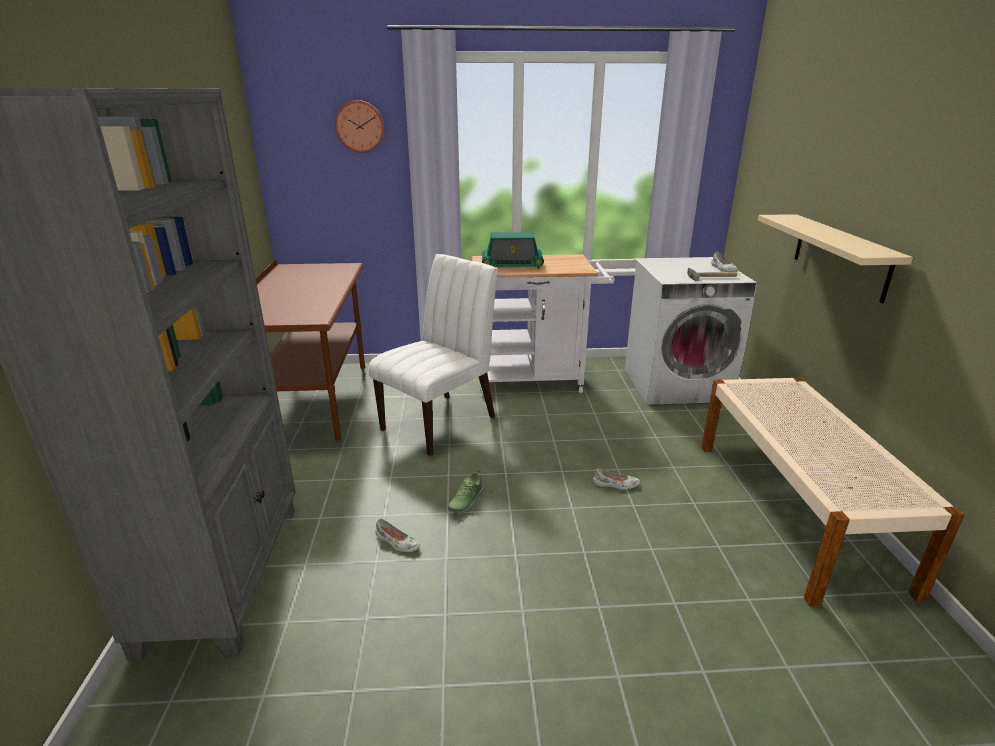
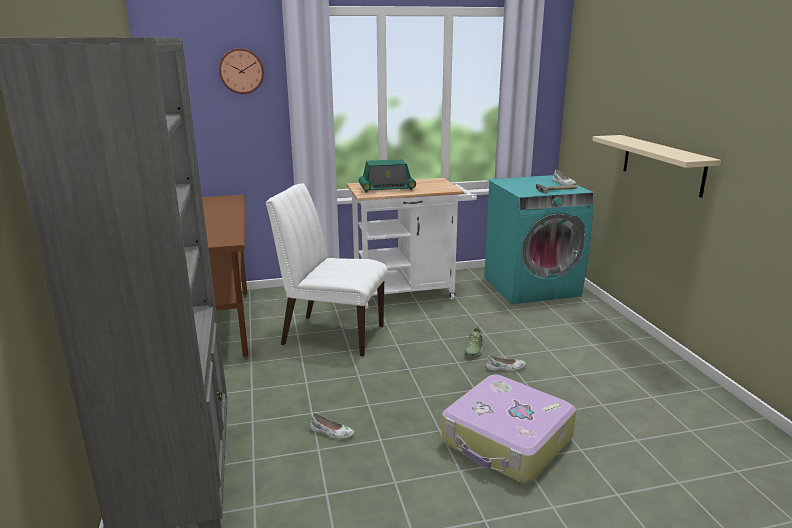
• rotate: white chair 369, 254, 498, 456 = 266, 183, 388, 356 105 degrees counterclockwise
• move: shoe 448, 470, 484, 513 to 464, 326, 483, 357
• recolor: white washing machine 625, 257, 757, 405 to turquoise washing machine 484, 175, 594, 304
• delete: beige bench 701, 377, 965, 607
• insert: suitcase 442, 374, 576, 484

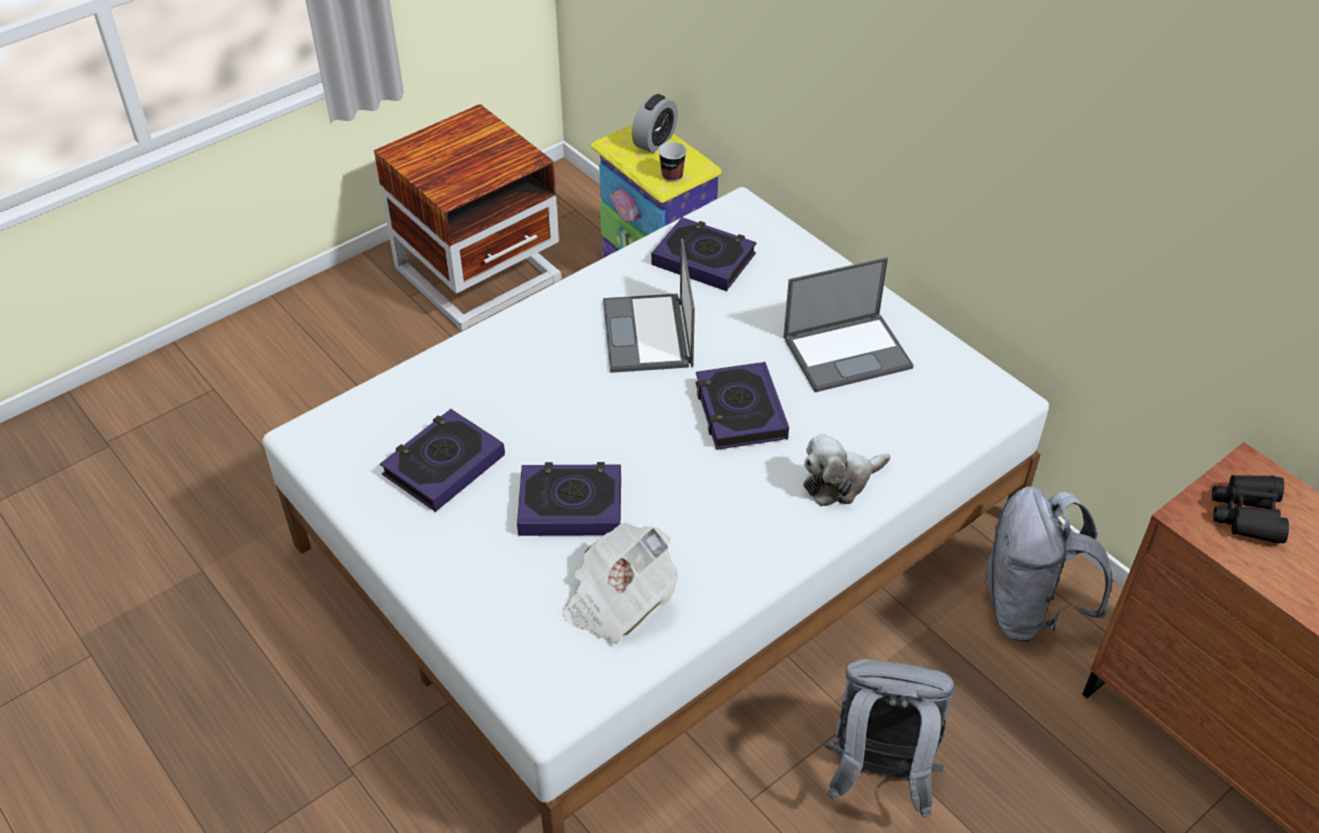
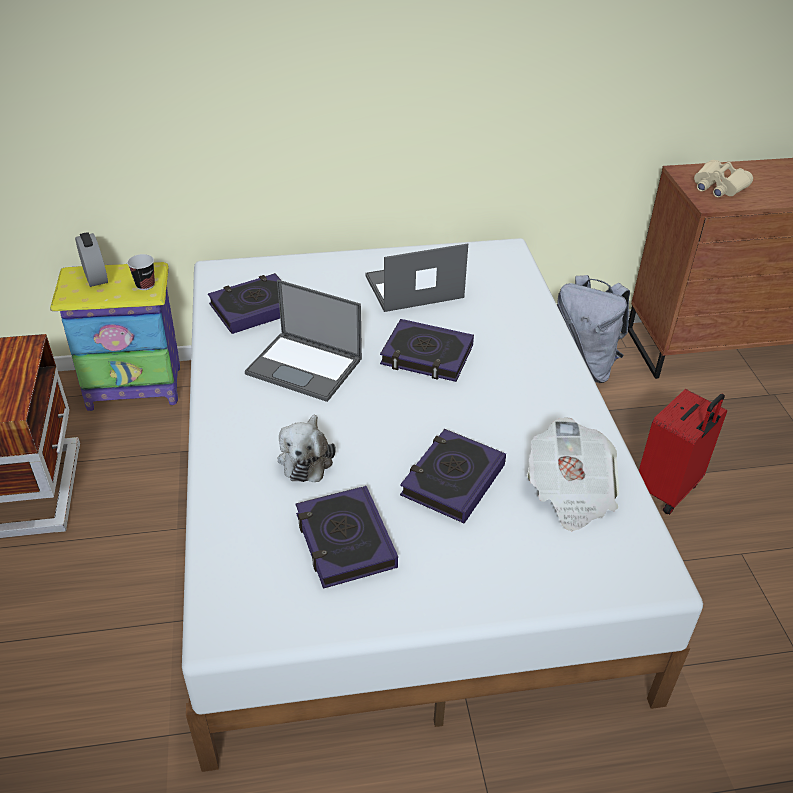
• rotate: laptop 784, 257, 914, 392 = 365, 243, 468, 312 120 degrees counterclockwise
• move: plush toy 803, 434, 890, 506 to 278, 415, 336, 482
• replace: grey backpack 824, 659, 954, 818 to red suitcase 639, 389, 727, 515
• recolor: black binoculars 1212, 475, 1289, 543 to beige binoculars 694, 160, 753, 197

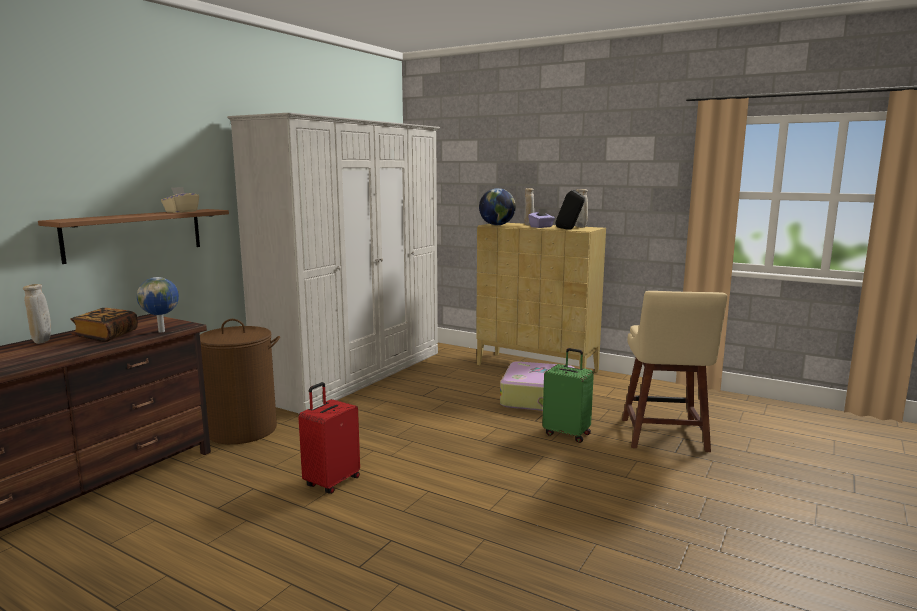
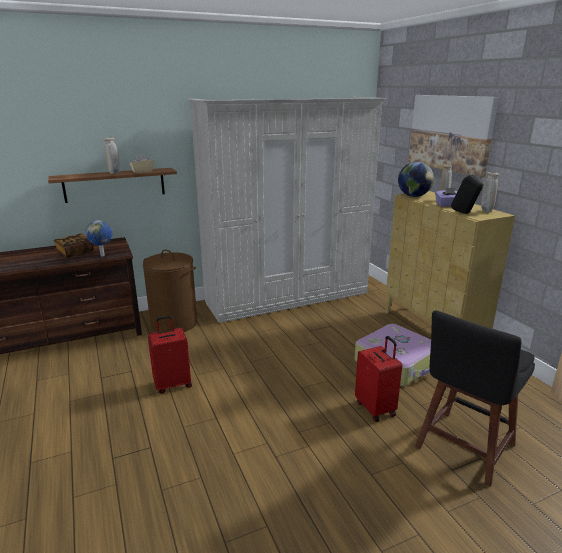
• move: beige vase 23, 284, 51, 344 to 104, 137, 120, 174
• recolor: green suitcase 542, 348, 594, 443 to red suitcase 355, 336, 402, 422
• recolor: beige stool 622, 291, 727, 452 to black stool 415, 310, 535, 486
• insert: picture 408, 95, 499, 178

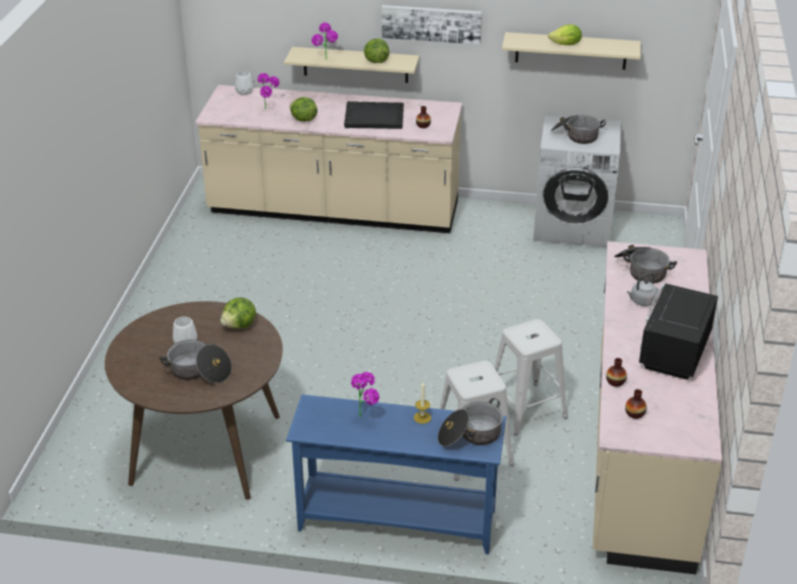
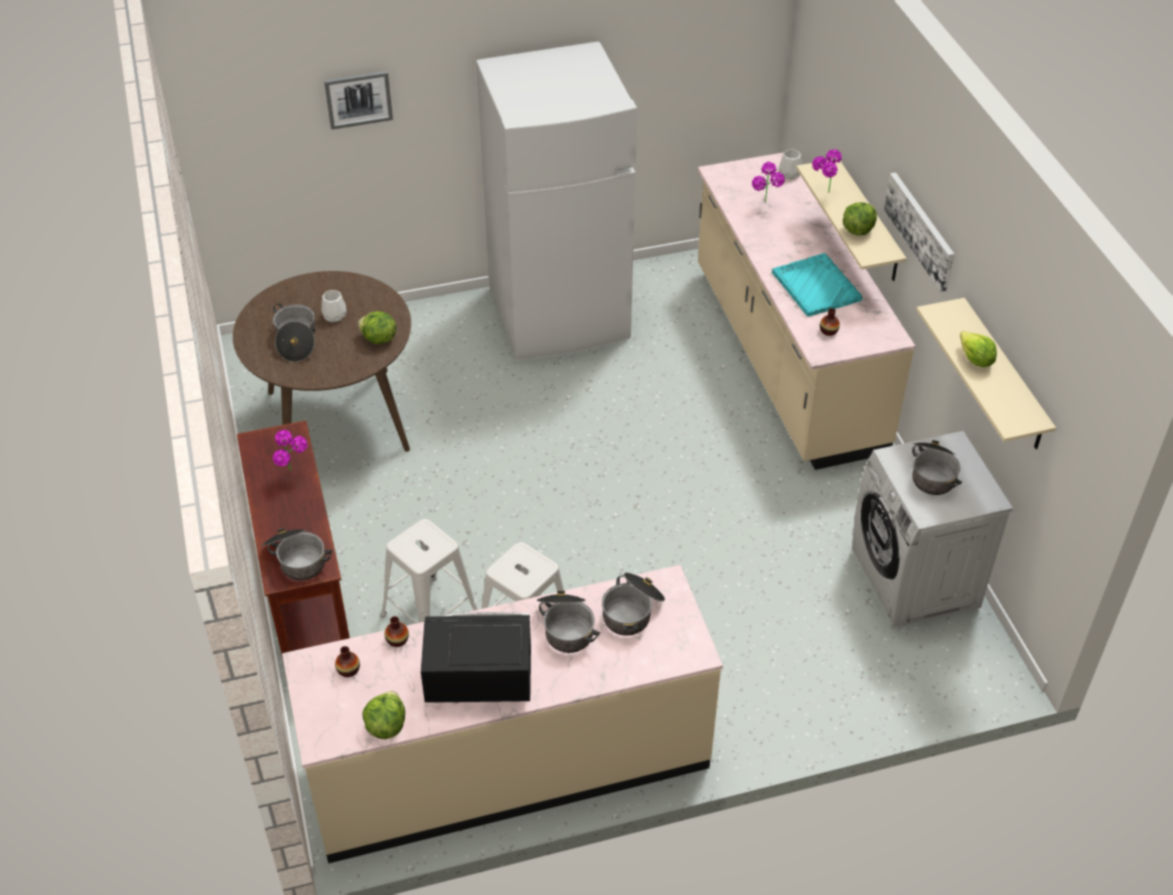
• recolor: blue console table 286, 394, 506, 554 to brown console table 237, 420, 350, 658
• move: lettuce 290, 97, 317, 122 to 362, 691, 405, 739
• recolor: black tray 344, 101, 404, 129 to turquoise tray 772, 253, 863, 317
• delete: candle 414, 382, 431, 424
• replace: grey kettle 627, 273, 658, 306 to cooking pot 537, 590, 600, 653
• insert: picture 324, 71, 393, 130
• insert: white fridge 476, 42, 637, 360

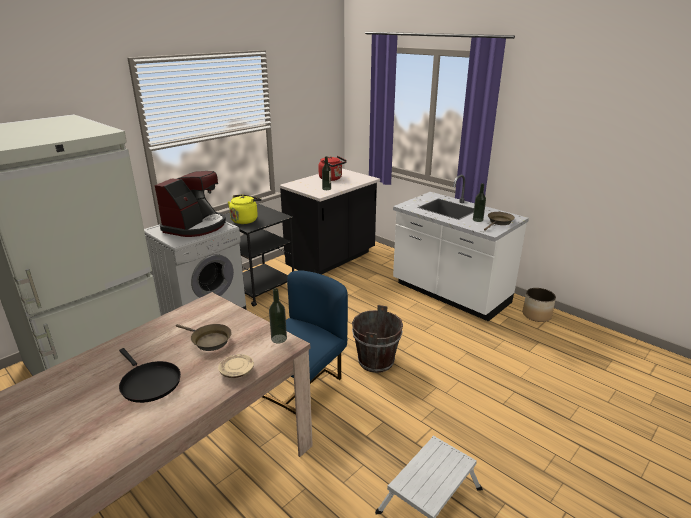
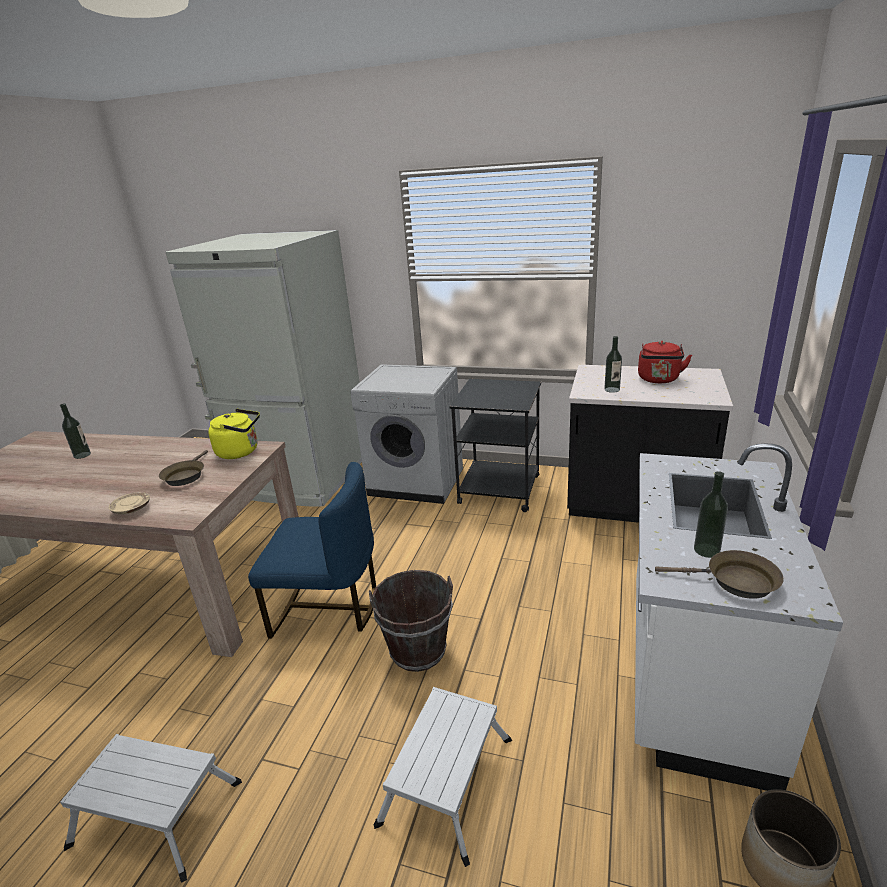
• delete: black frying pan 119, 348, 181, 403
• delete: coffee machine 155, 171, 226, 237
• move: yellow kettle 228, 194, 262, 224 to 208, 409, 260, 459
• move: bottle 269, 288, 287, 343 to 60, 403, 91, 459
• insert: white step ladder 374, 687, 512, 867

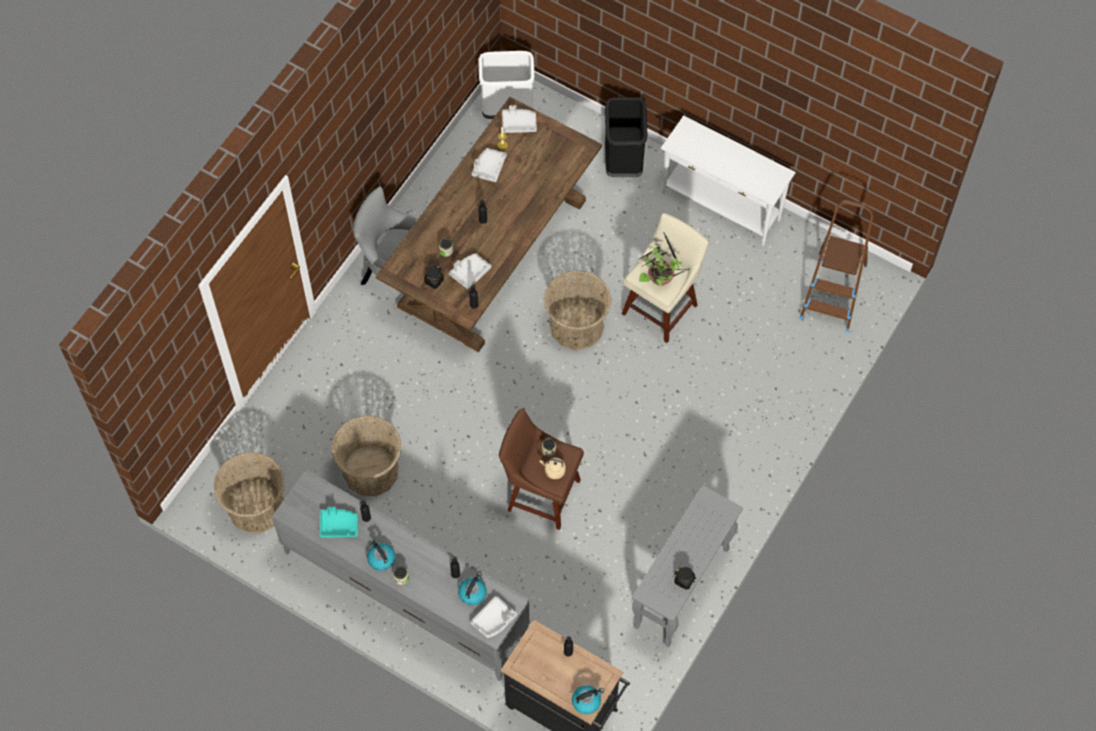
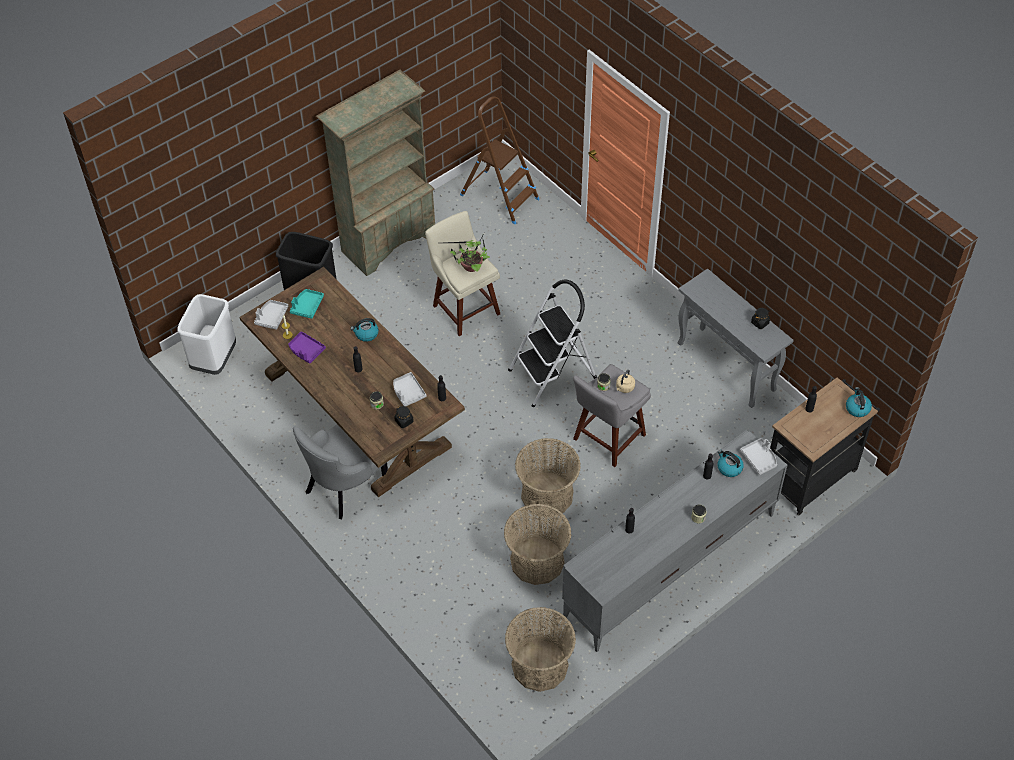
• move: turquoise tray 320, 507, 358, 538 to 290, 289, 324, 319
• move: kettle 367, 539, 395, 571 to 350, 318, 379, 342
• recolor: grey tray 472, 148, 507, 182 to purple tray 288, 331, 326, 364
• recolor: brown stool 499, 408, 584, 530 to grey stool 573, 364, 651, 467
• move: basket 544, 270, 611, 350 to 515, 438, 581, 517
• replace: white console table 661, 115, 796, 245 to green bookcase 316, 70, 435, 276
• insert: step ladder 508, 280, 597, 407

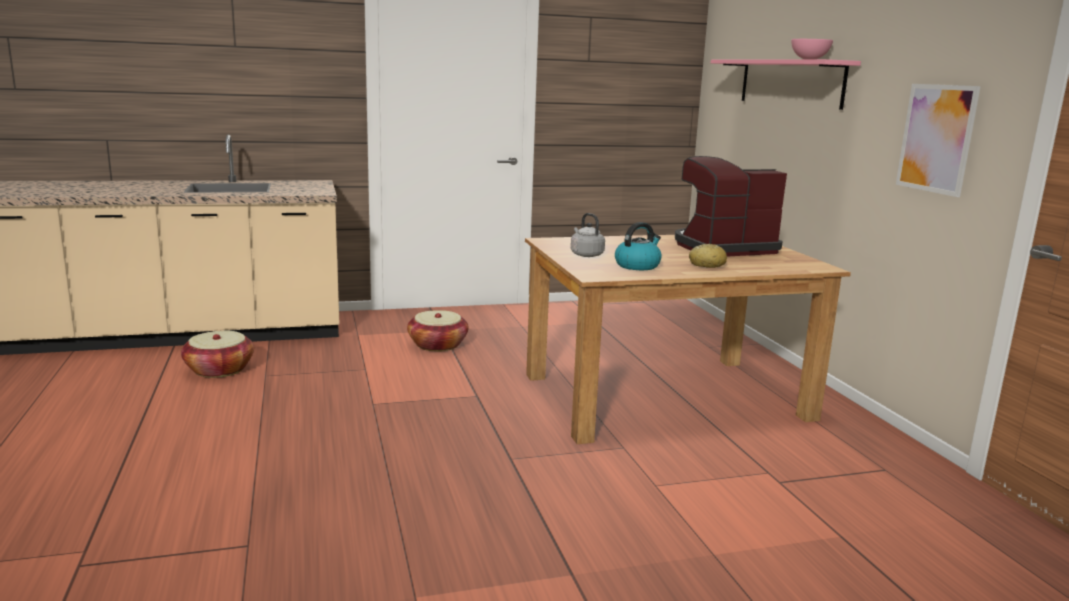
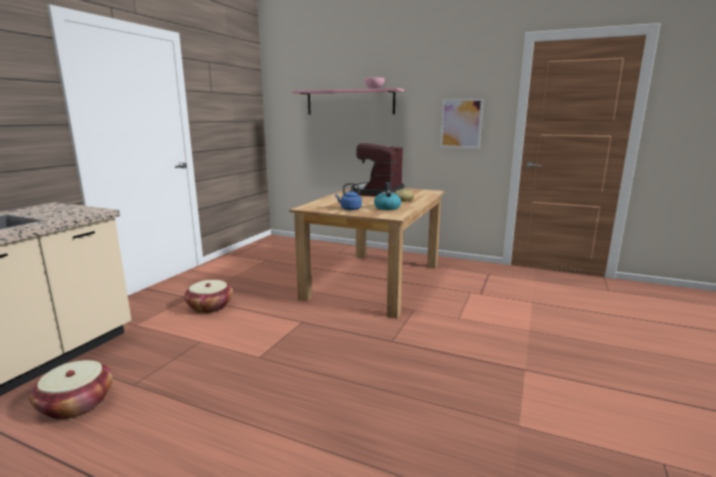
• recolor: grey kettle 571, 213, 605, 257 to blue kettle 335, 183, 362, 210

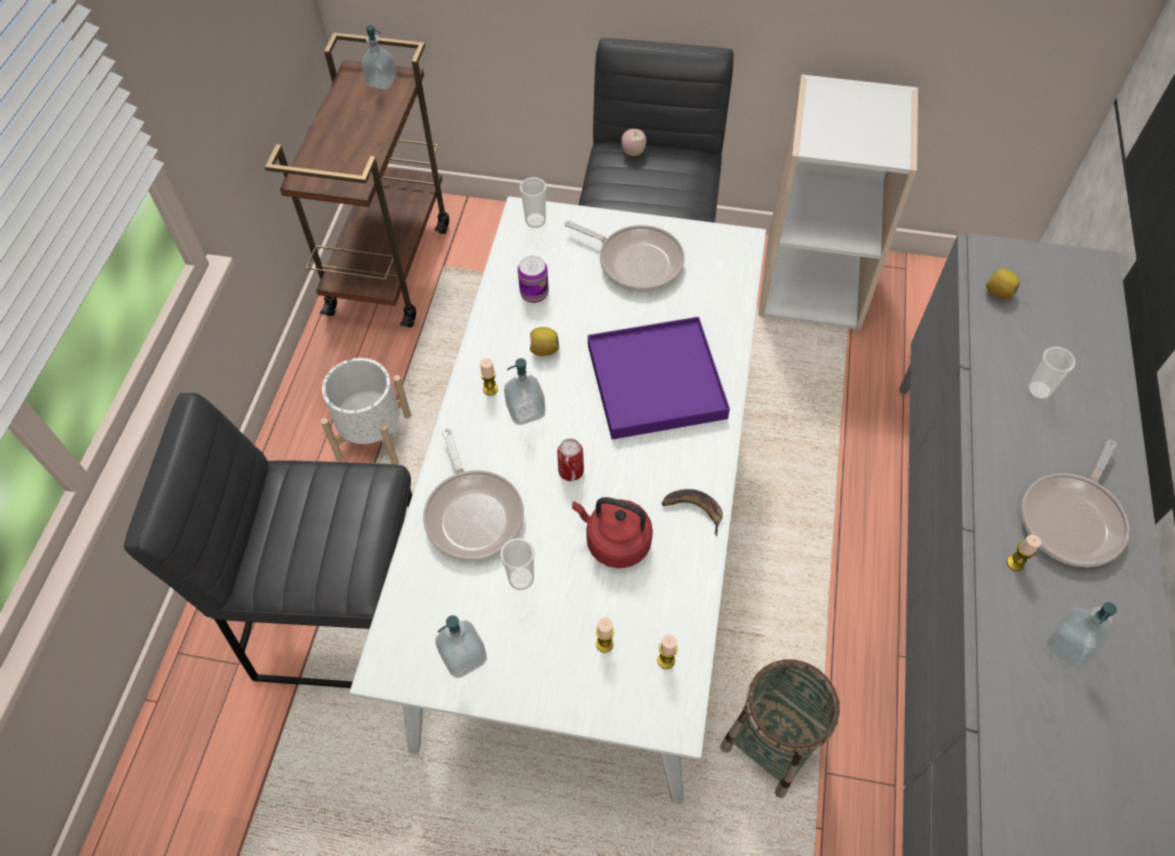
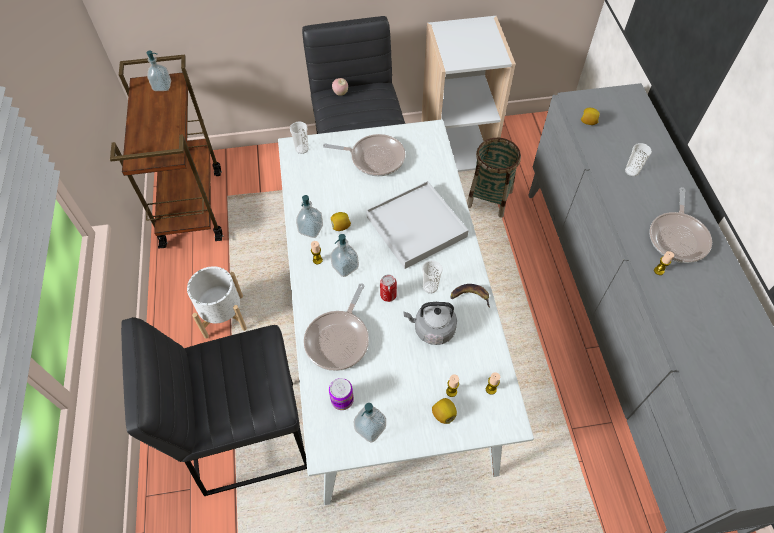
• rotate: frying pan 423, 428, 524, 561 = 304, 283, 369, 371 60 degrees clockwise
• move: cup 500, 538, 535, 590 to 422, 260, 443, 294
• move: can 518, 256, 549, 303 to 329, 378, 354, 410
• recolor: red kettle 572, 497, 653, 568 to grey kettle 403, 302, 457, 345
• recolor: purple tray 588, 317, 730, 439 to white tray 366, 181, 469, 269
• move: basket 720, 659, 840, 798 to 467, 138, 521, 218
• move: soap dispenser 1047, 602, 1117, 667 to 296, 195, 323, 238
• insert: lemon 432, 398, 457, 424

